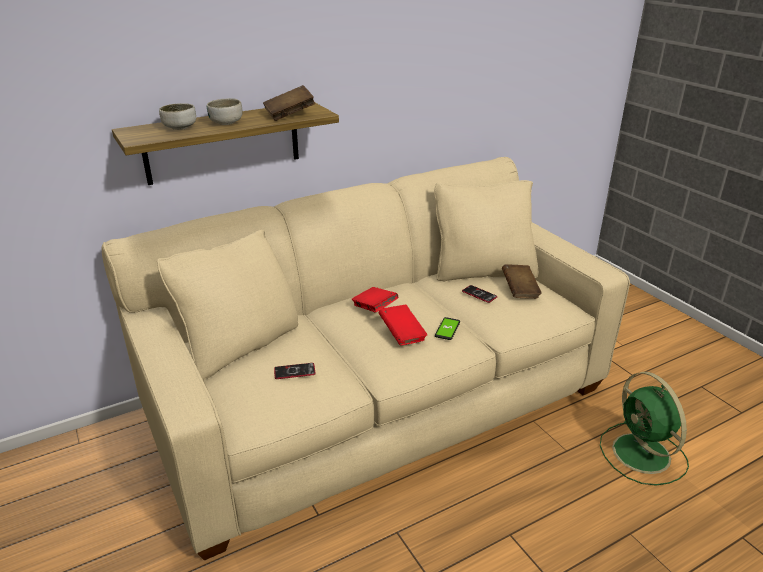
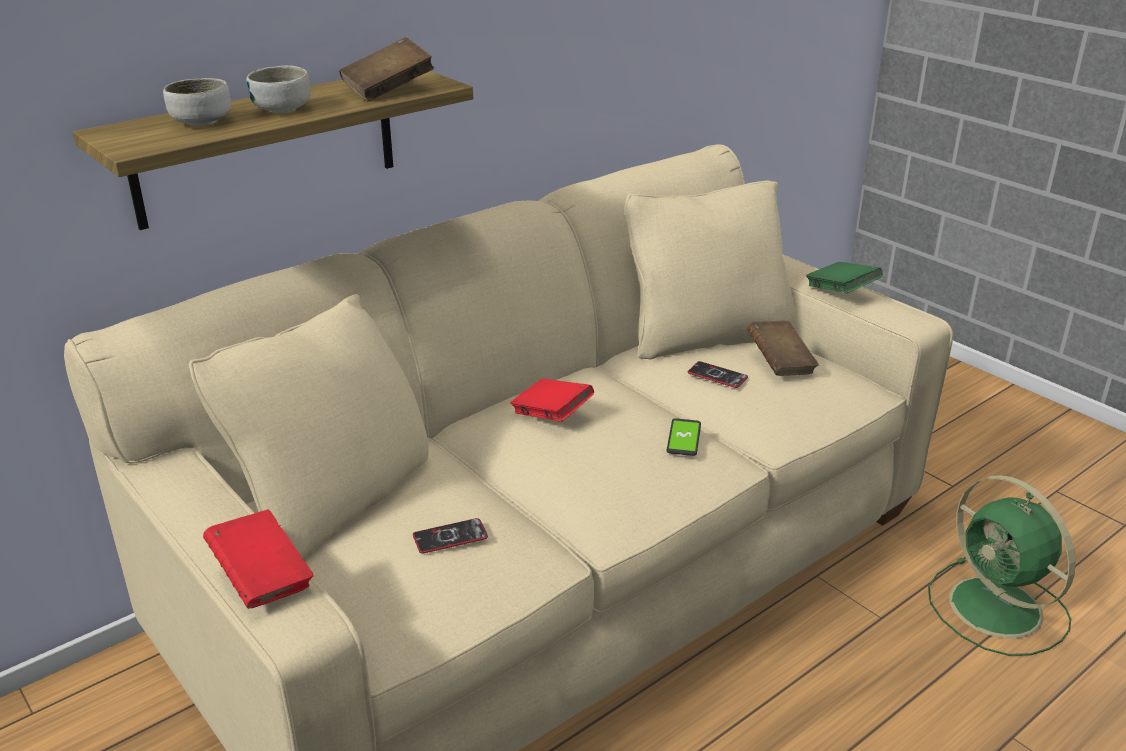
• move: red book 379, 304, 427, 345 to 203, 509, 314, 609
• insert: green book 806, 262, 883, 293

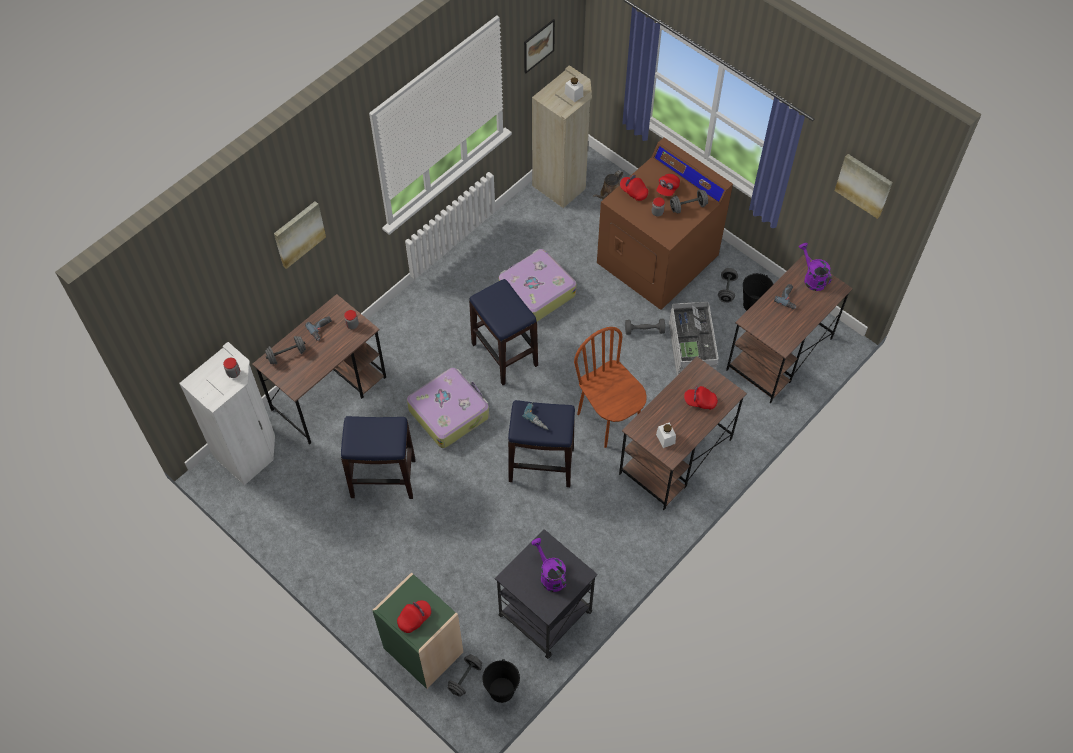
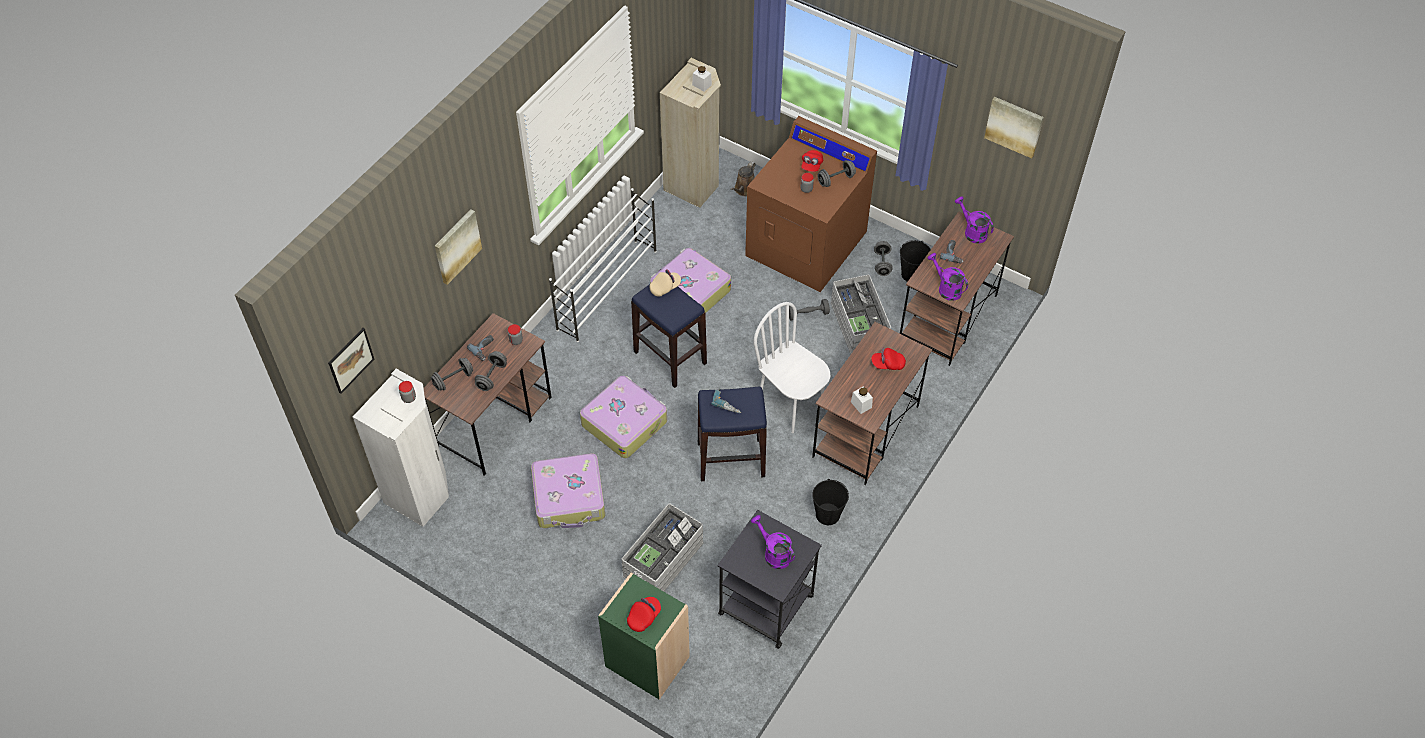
• replace: stool 341, 416, 416, 499 to suitcase 531, 453, 605, 528
• move: grey dumbbell 447, 654, 482, 697 to 475, 351, 507, 391
• move: black bucket 483, 659, 520, 703 to 812, 479, 849, 525
• move: picture 524, 19, 555, 73 to 328, 328, 374, 394
• recolor: brown chair 574, 327, 647, 448 to white chair 753, 302, 831, 433
• delete: red cap 620, 174, 648, 201
• insert: white shoe rack 549, 188, 657, 342
• insert: grey storage box 621, 503, 704, 592
• insert: beige cap 650, 269, 681, 297
• insert: purple watering can 928, 253, 968, 301

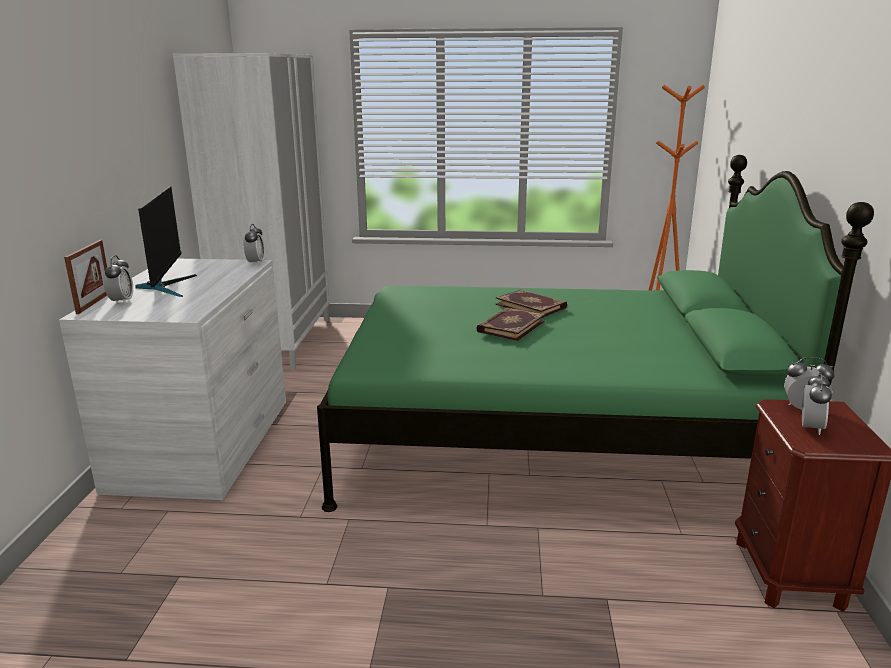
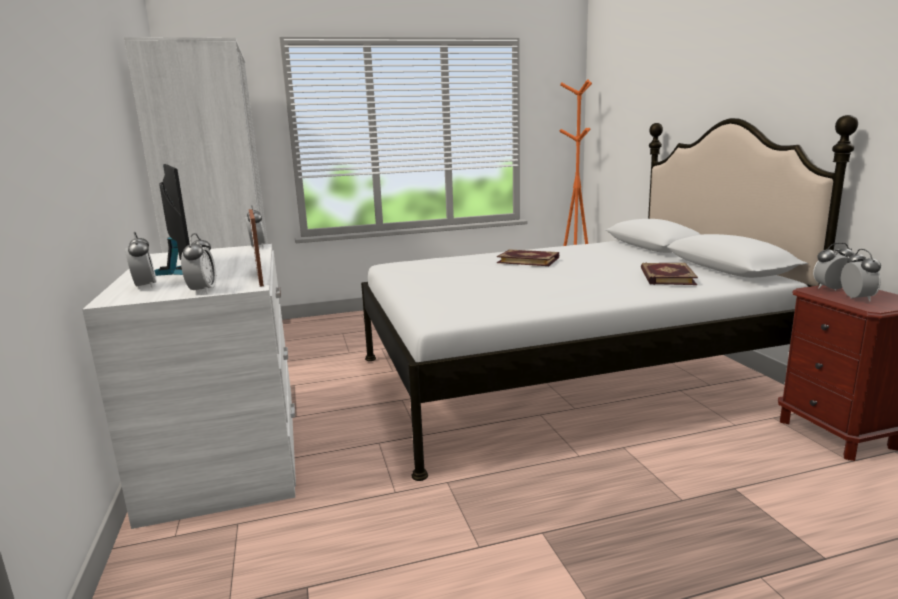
• move: picture frame 64, 240, 107, 314 to 249, 209, 264, 287
• recolor: green bed 317, 155, 874, 512 to white bed 361, 115, 858, 481
• move: book 476, 307, 545, 341 to 641, 262, 698, 285
• insert: alarm clock 181, 233, 216, 294

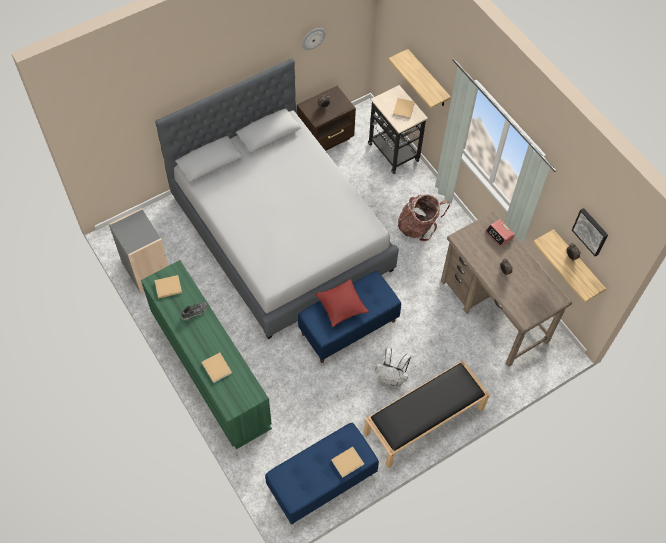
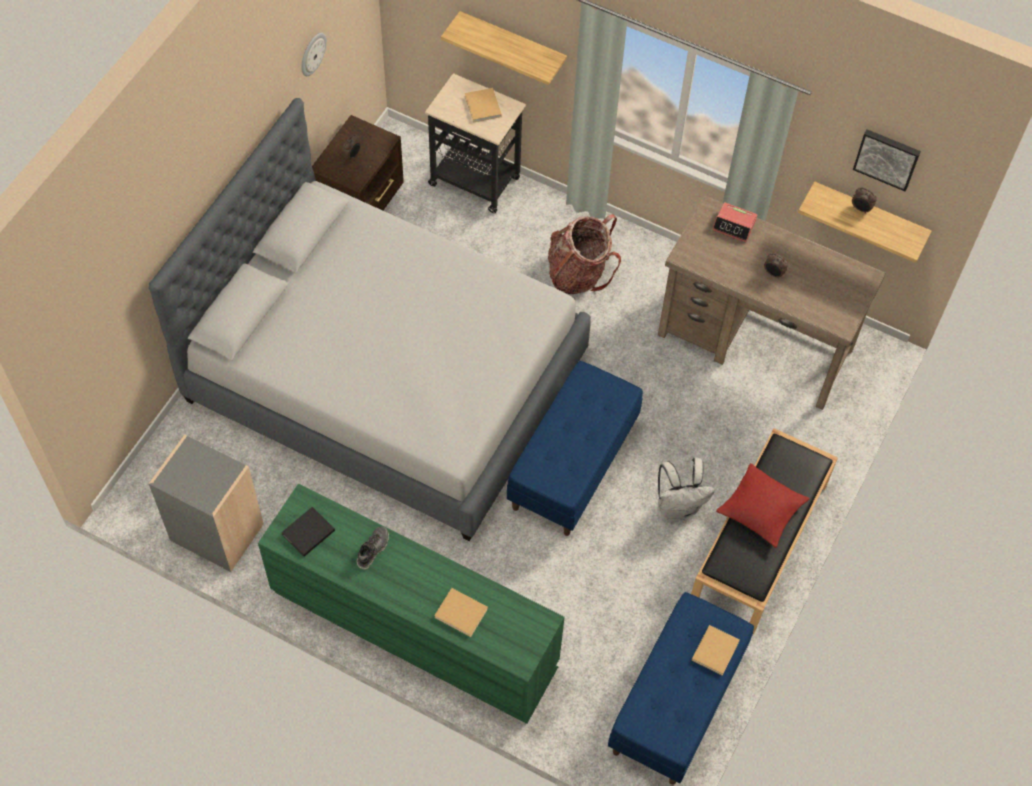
• recolor: beige book 155, 275, 182, 298 to black book 281, 507, 335, 557
• move: red pillow 315, 279, 369, 327 to 716, 463, 809, 548

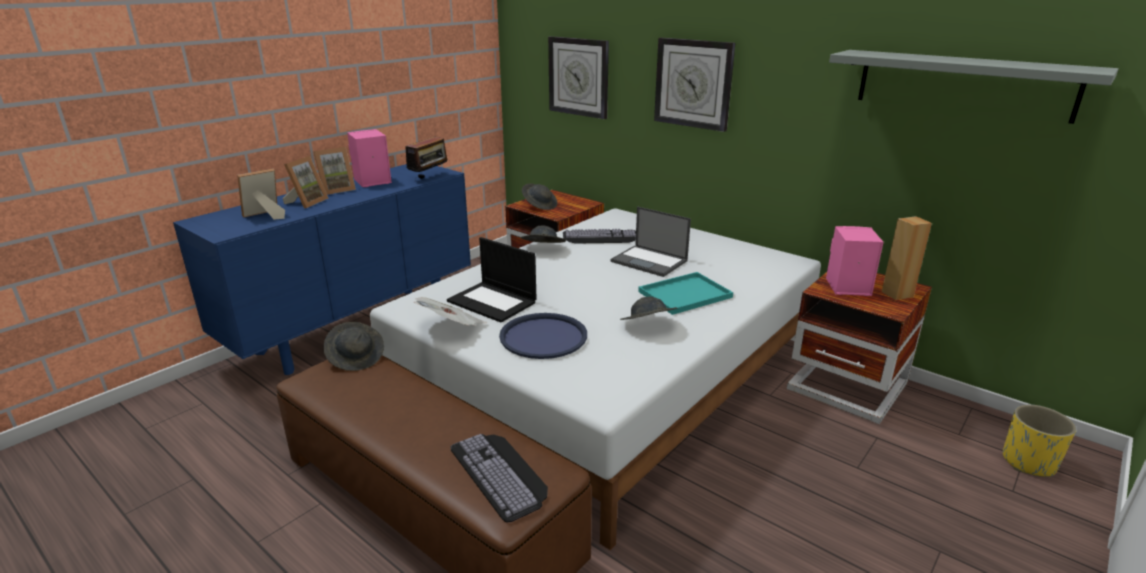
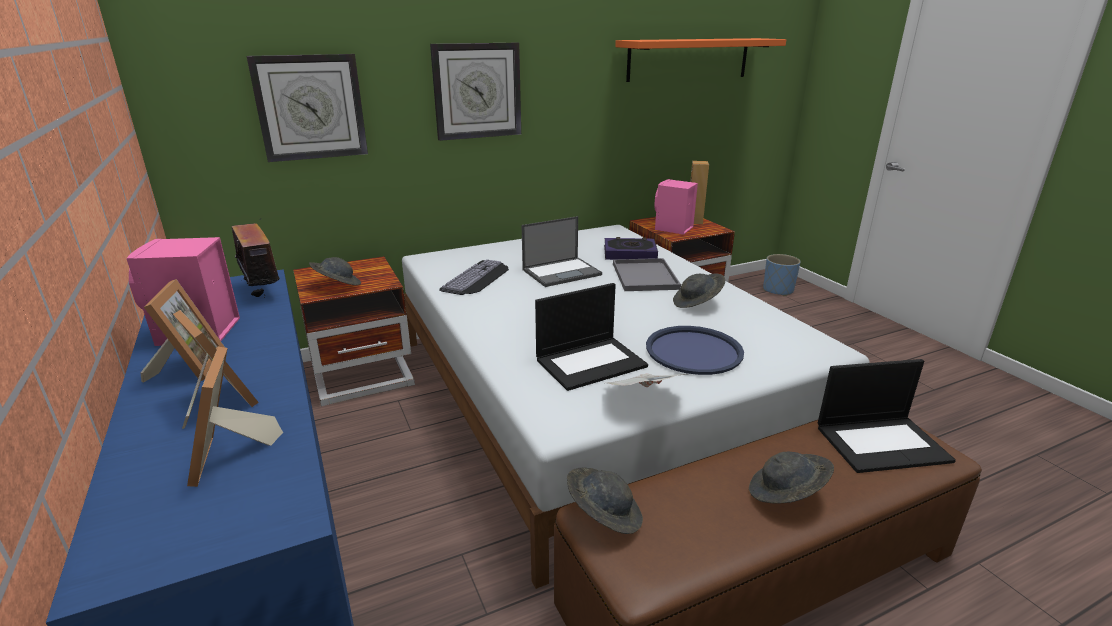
• replace: keyboard 450, 434, 548, 523 to laptop 818, 359, 956, 473
• move: grey hat 520, 225, 566, 243 to 749, 452, 834, 504
• recolor: turquoise tray 638, 272, 733, 315 to grey tray 613, 258, 681, 291
• recolor: grey shelf 829, 50, 1119, 124 to orange shelf 615, 38, 786, 82
• recolor: yellow planter 1003, 404, 1076, 477 to blue planter 763, 254, 801, 296
• insert: book 604, 237, 658, 260

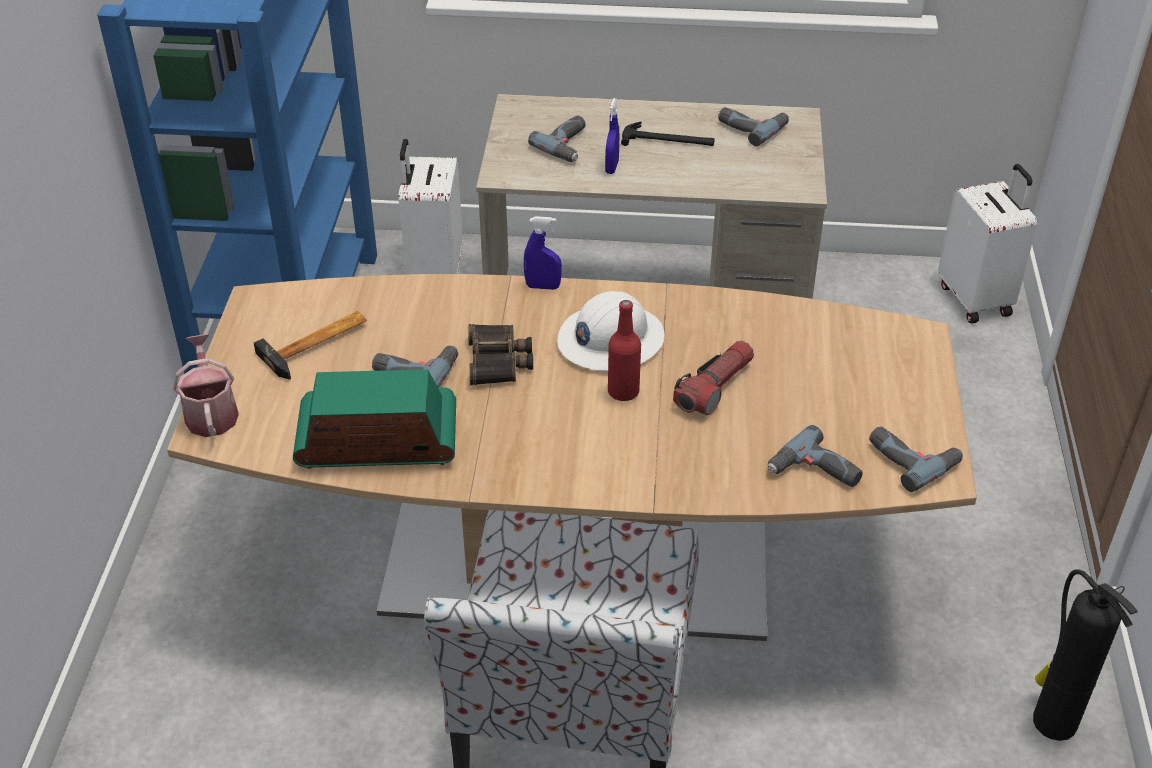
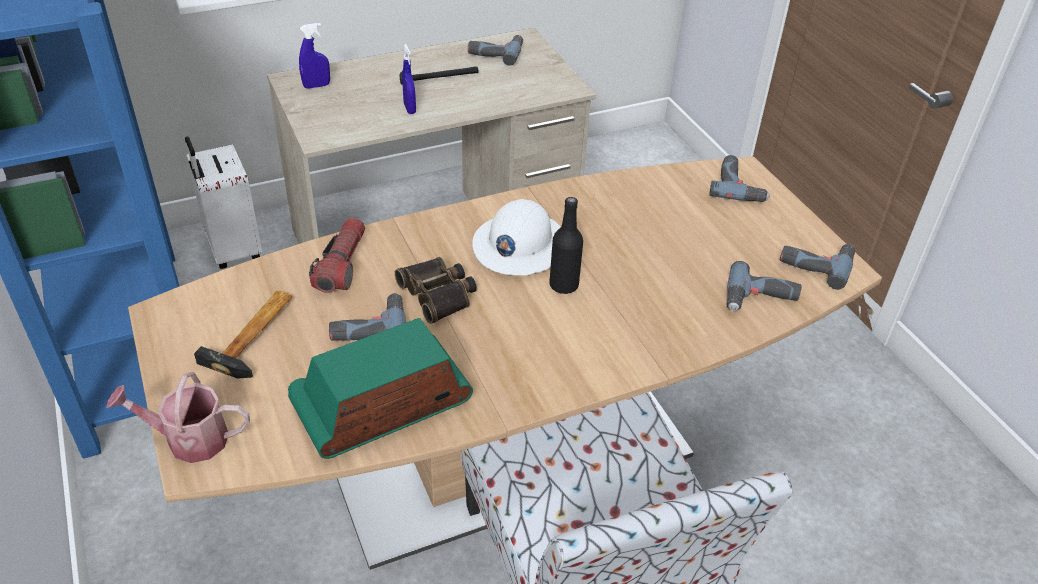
• rotate: watering can 173, 334, 239, 437 = 106, 372, 250, 463 45 degrees counterclockwise
• move: blue spray bottle 524, 216, 562, 290 to 299, 23, 330, 89
• move: power drill 528, 115, 586, 162 to 709, 155, 770, 202
• recolor: red bottle 608, 300, 641, 401 to black bottle 549, 197, 583, 294
• move: flashlight 673, 340, 754, 415 to 309, 218, 365, 293
• delete: white suitcase 938, 164, 1037, 324
• delete: fire extinguisher 1033, 569, 1138, 741

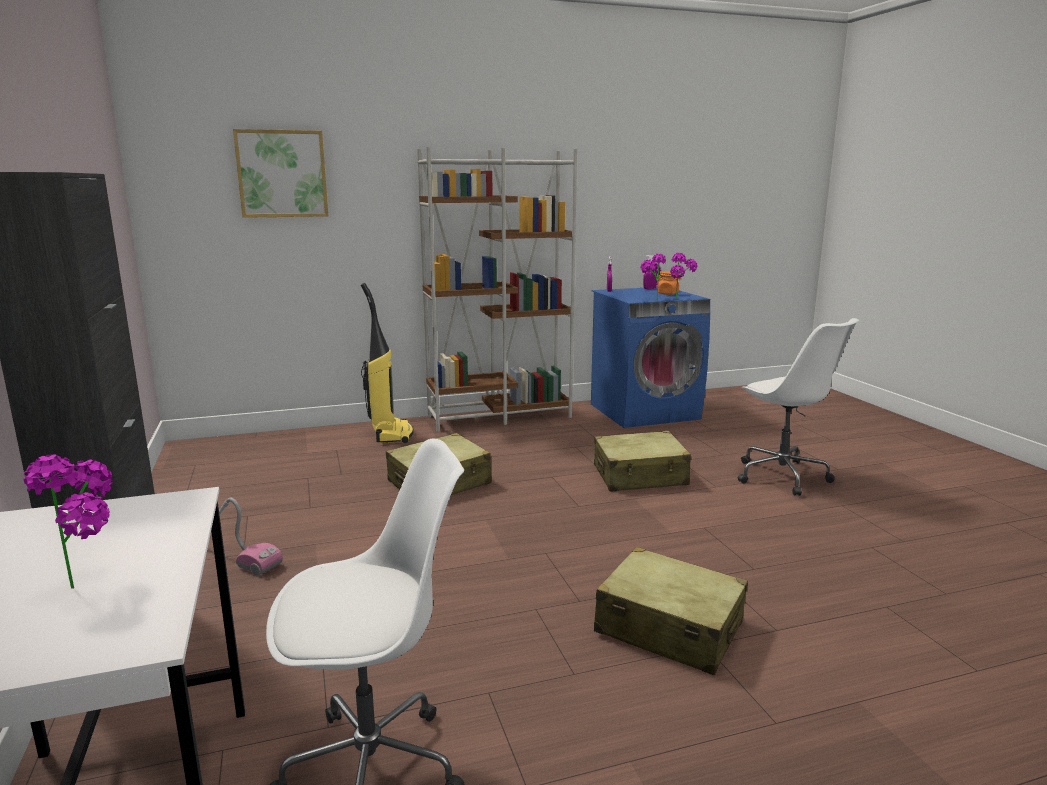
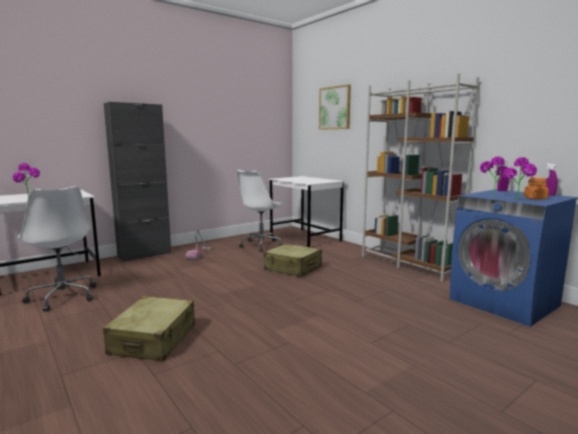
• delete: vacuum cleaner 361, 283, 414, 443
• delete: beige suitcase 594, 431, 691, 492
• move: white office chair 738, 318, 859, 496 to 237, 170, 283, 252
• insert: white desk 269, 176, 345, 247

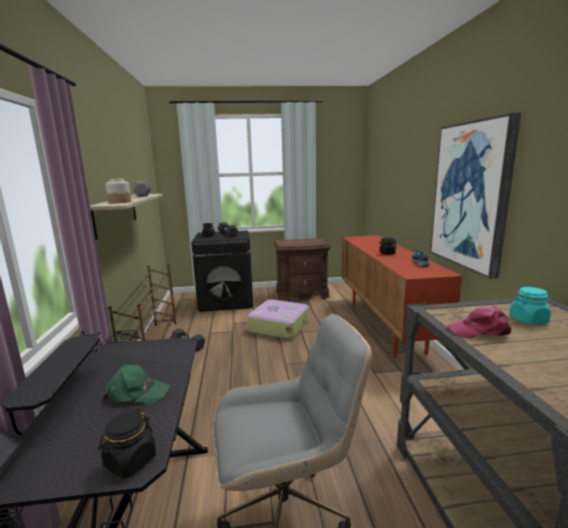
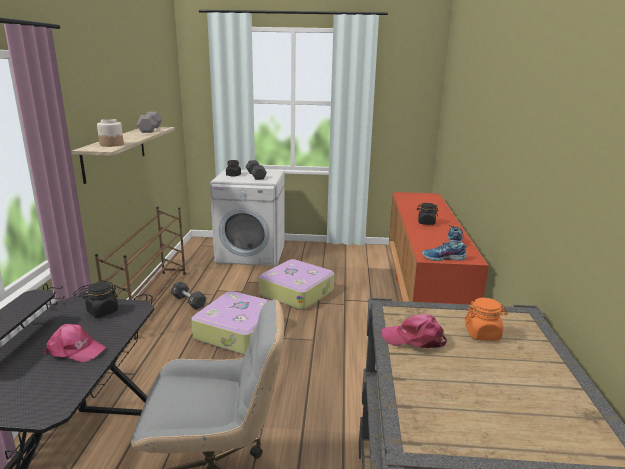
• move: black jar 98, 409, 156, 478 to 83, 282, 119, 317
• recolor: green cap 103, 365, 170, 404 to pink cap 43, 324, 106, 362
• recolor: black washing machine 191, 230, 253, 312 to white washing machine 210, 169, 285, 266
• delete: brown nightstand 273, 238, 331, 301
• delete: picture 430, 113, 521, 279
• recolor: turquoise jar 509, 287, 551, 325 to orange jar 464, 298, 508, 341
• insert: suitcase 191, 291, 270, 355
• insert: shoe 422, 242, 467, 261

